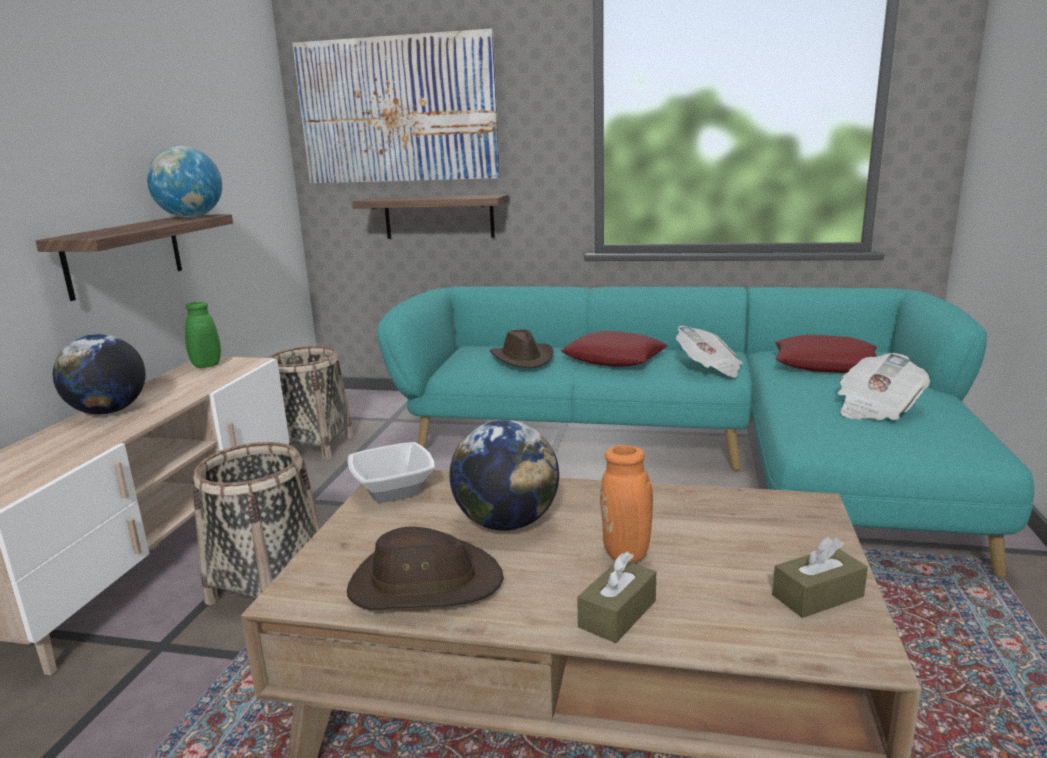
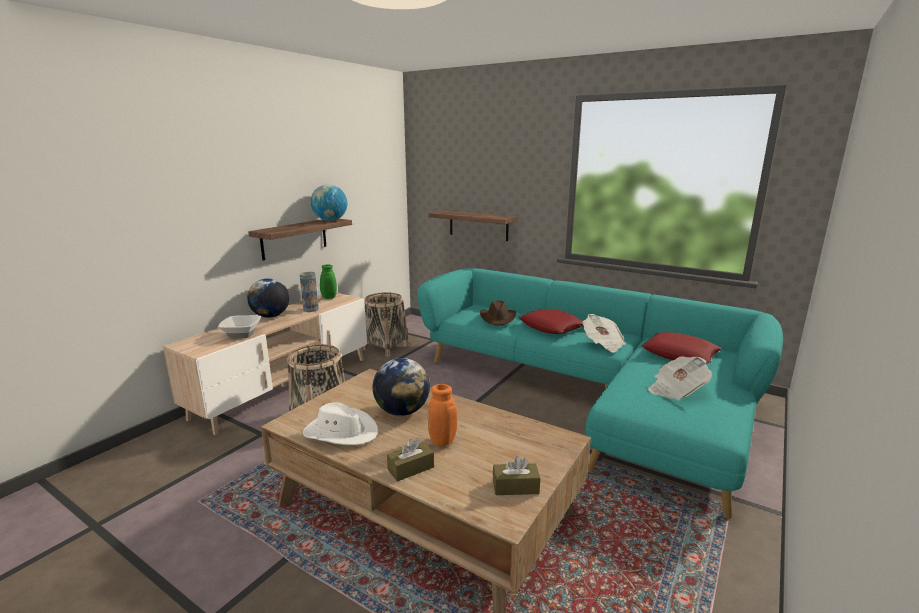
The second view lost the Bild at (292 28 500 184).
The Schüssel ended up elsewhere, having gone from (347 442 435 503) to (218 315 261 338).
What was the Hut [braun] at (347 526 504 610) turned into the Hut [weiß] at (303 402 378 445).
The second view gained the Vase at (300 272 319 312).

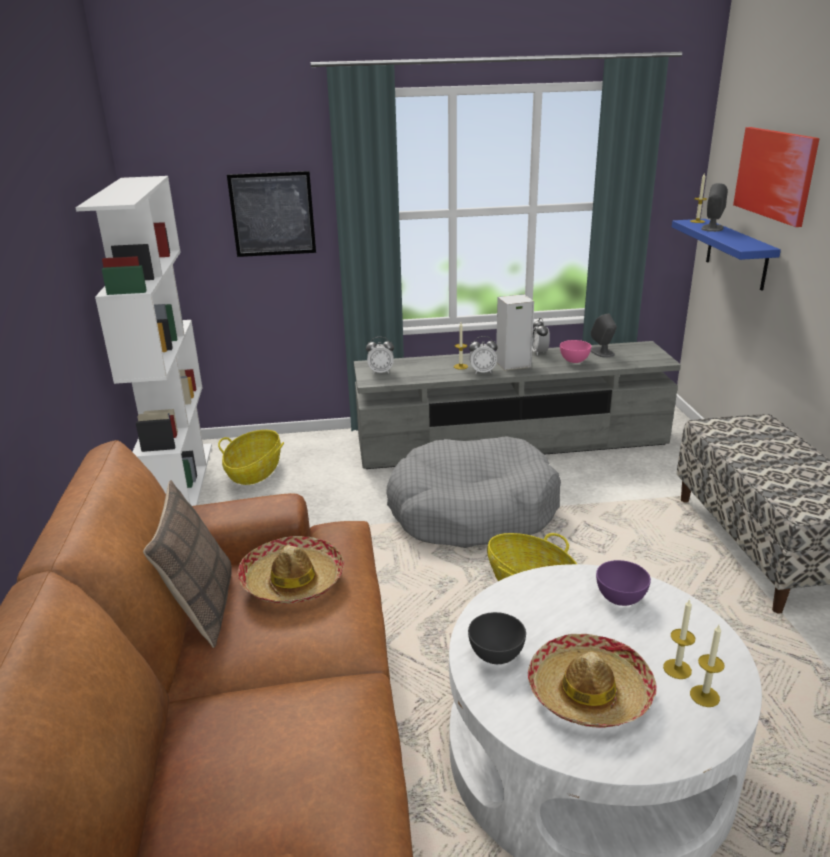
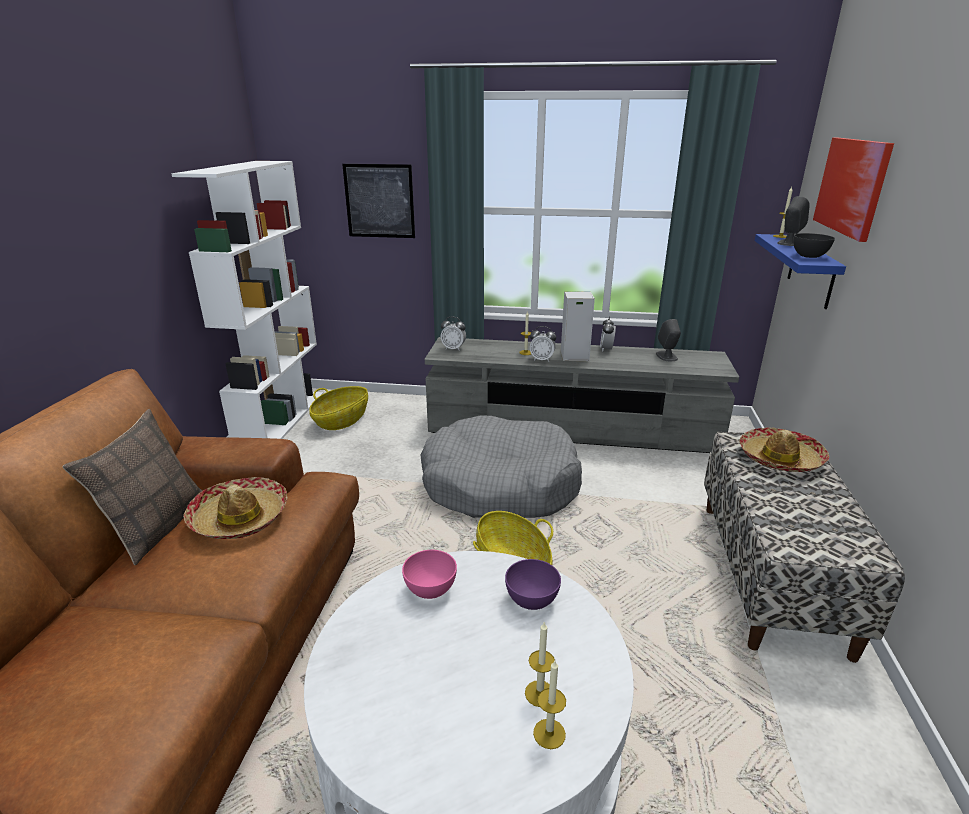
The Schüssel [grau] ended up elsewhere, having gone from (468 612 526 664) to (793 233 835 258).
The Hut ended up elsewhere, having gone from (528 634 656 728) to (740 427 829 472).
The Schüssel [rosa] ended up elsewhere, having gone from (560 340 592 363) to (402 550 457 599).

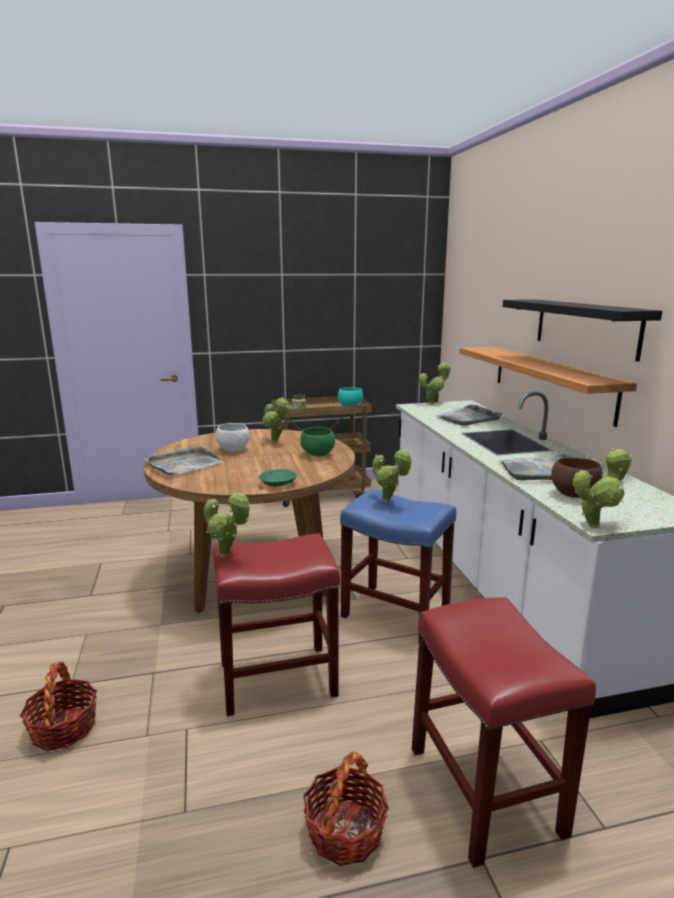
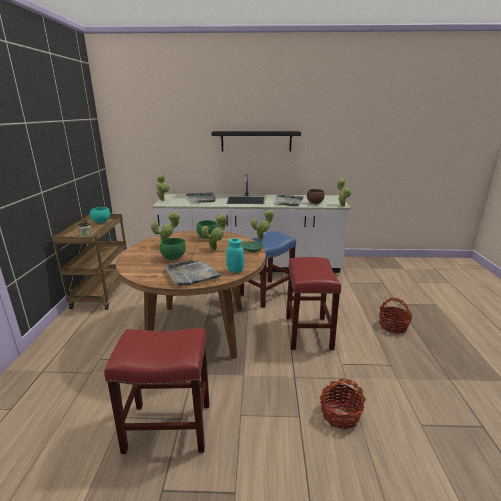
The Topfpflanze ended up elsewhere, having gone from (204 491 251 557) to (201 214 227 251).
What was the Schüssel [weiß] at (216 423 250 451) turned into the Schüssel [grün] at (160 238 186 260).
The Hocker [rot] ended up elsewhere, having gone from (412 597 596 868) to (104 328 209 454).
The second view lost the Wandregal at (459 347 637 427).
The second view gained the Vorratsglas [türkis] at (226 238 244 273).

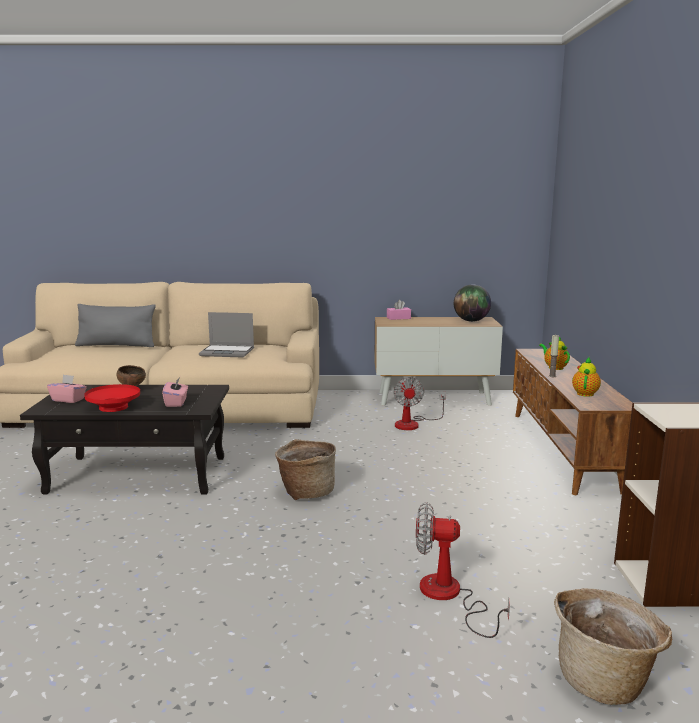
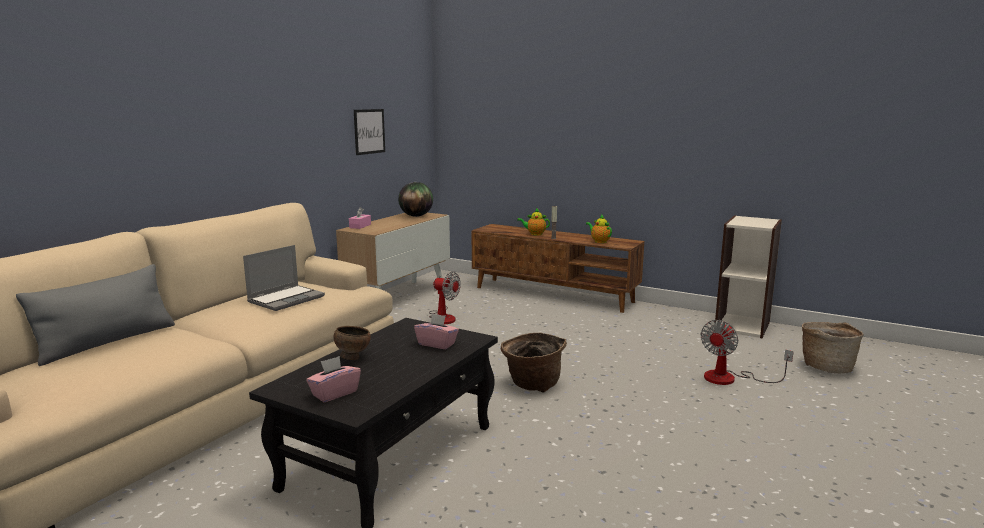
The second view lost the Schüssel [rot] at (84 384 140 412).
The second view gained the Bild at (354 109 385 155).

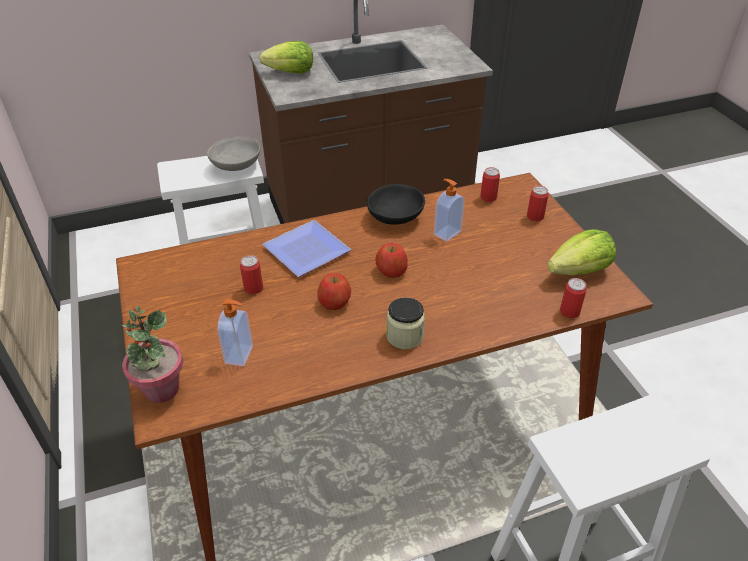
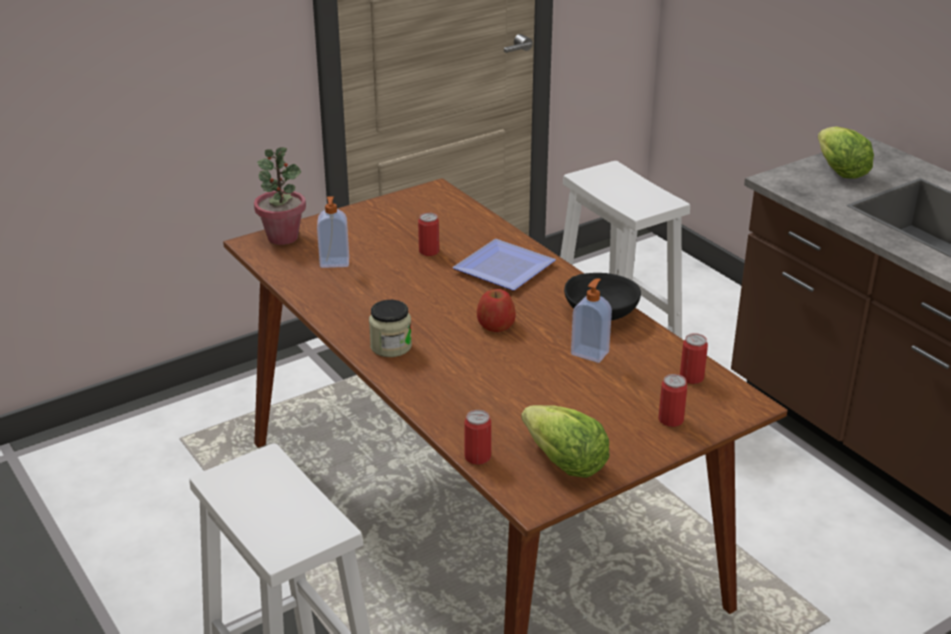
The second view lost the Schüssel [grau] at (207 136 261 171).
The second view lost the Apfel at (317 273 351 310).

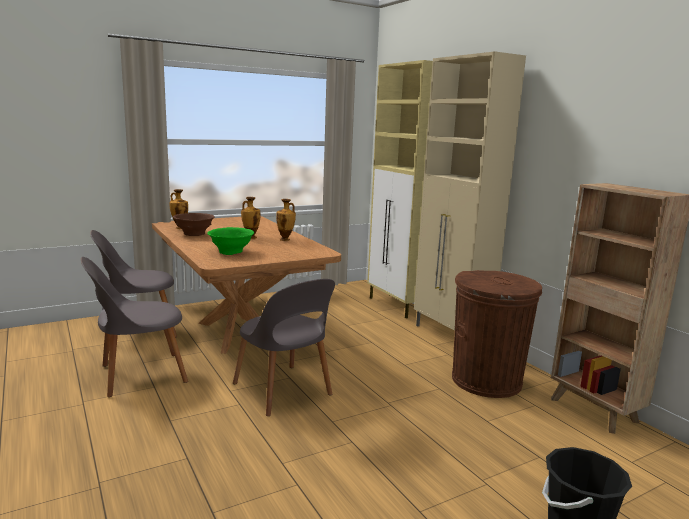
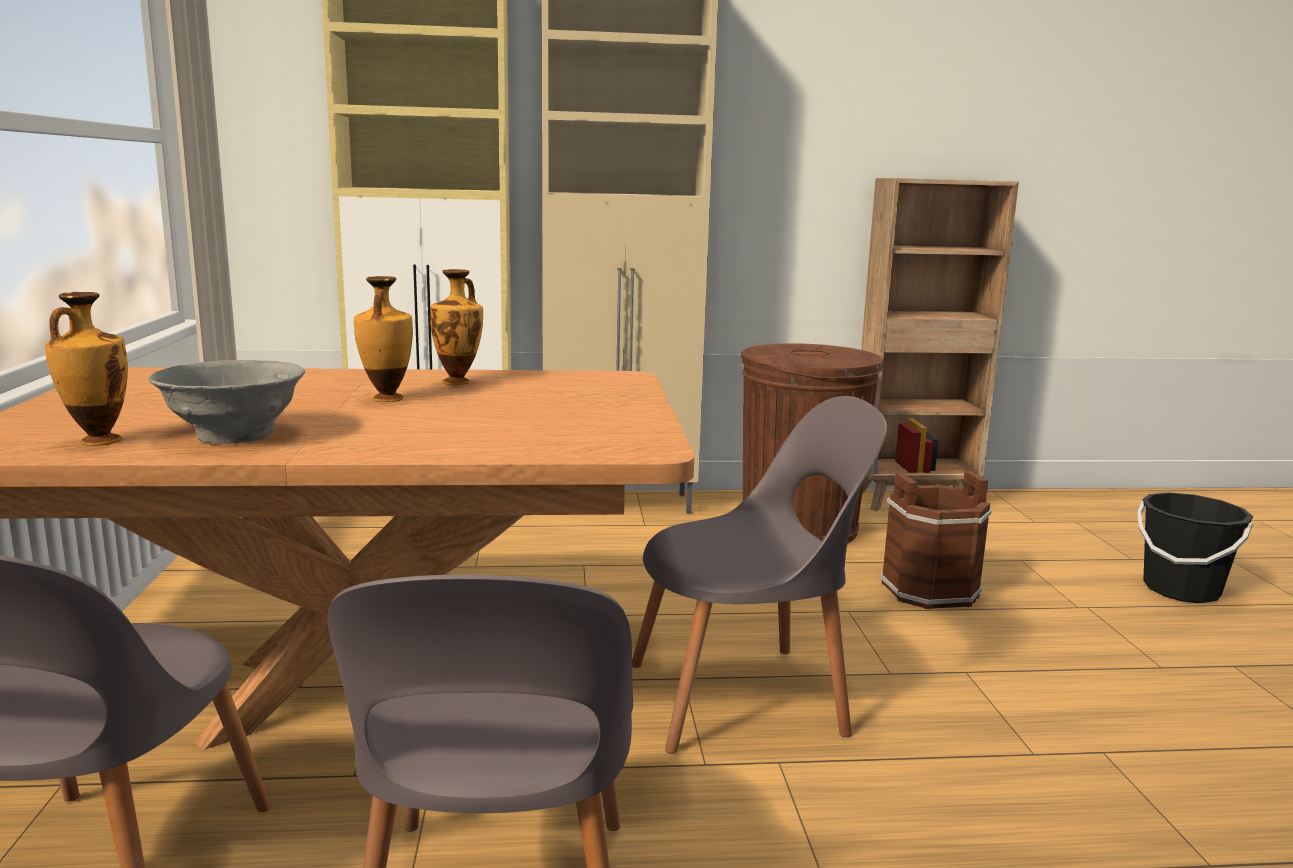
What was the Schüssel [braun] at (173 213 215 236) turned into the Schüssel [grau] at (148 360 305 444).
The second view lost the Schüssel [grün] at (207 227 254 255).
The second view gained the Eimer [braun] at (880 471 992 609).

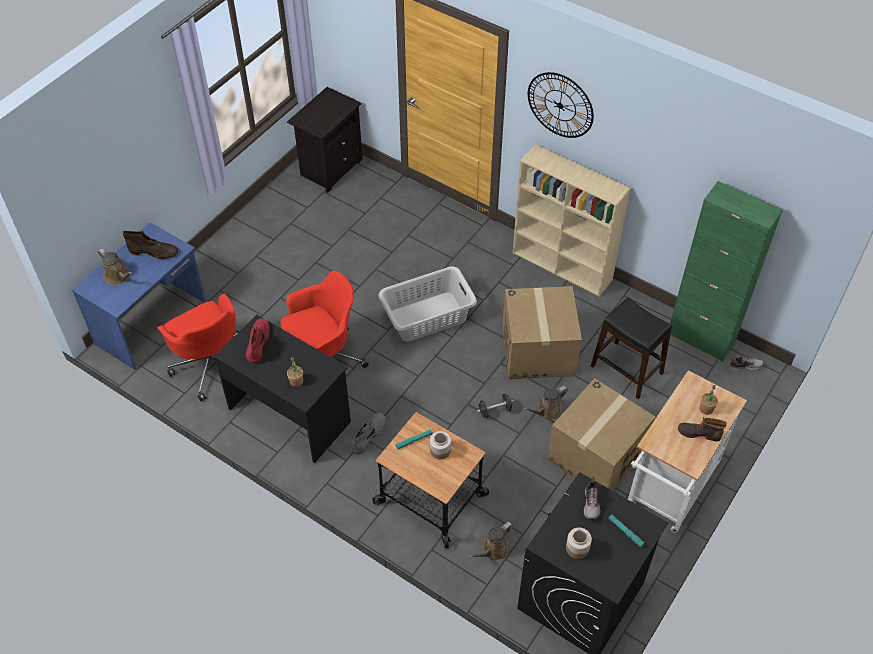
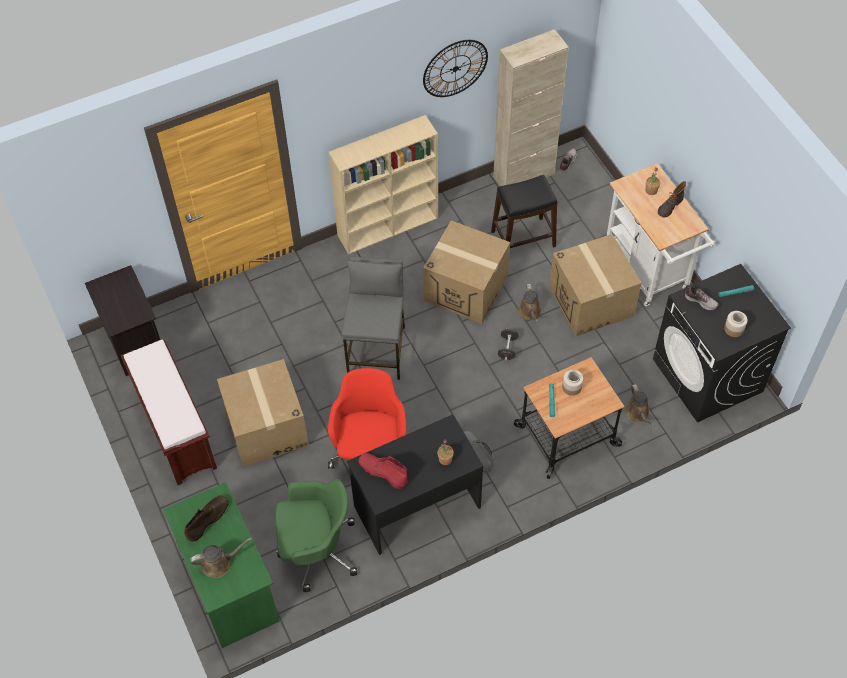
What was the Schreibtisch [blau] at (72 222 207 370) turned into the Schreibtisch [grün] at (163 482 280 648).
What was the Bürostuhl [rot] at (157 294 238 401) turned into the Bürostuhl [grün] at (275 479 357 592).
Where the Wäschekorb [grau] stood at (378 267 477 342), the Hocker [grau] came to stand at (342 256 405 380).
The Wanduhr ended up elsewhere, having gone from (528 72 594 138) to (423 40 488 97).
What was the Schrank [grün] at (670 181 783 362) turned into the Schrank [beige] at (493 29 569 186).
The second view gained the Bank [braun] at (121 340 217 485).
The second view gained the Karton at (217 359 309 466).

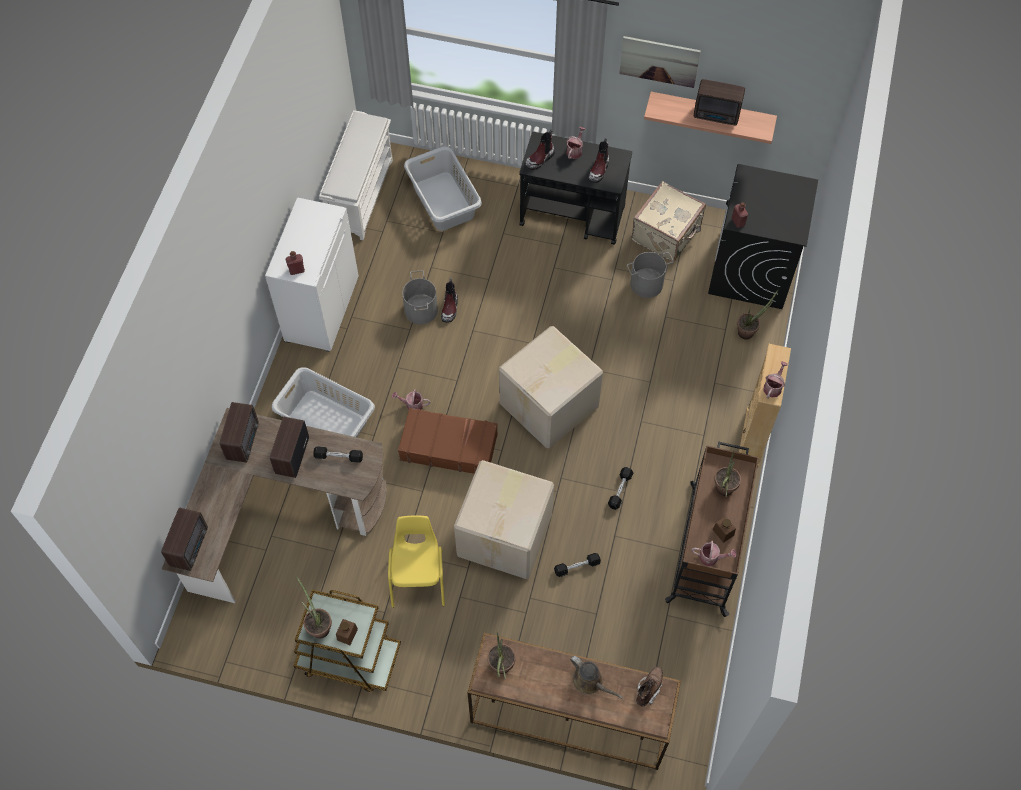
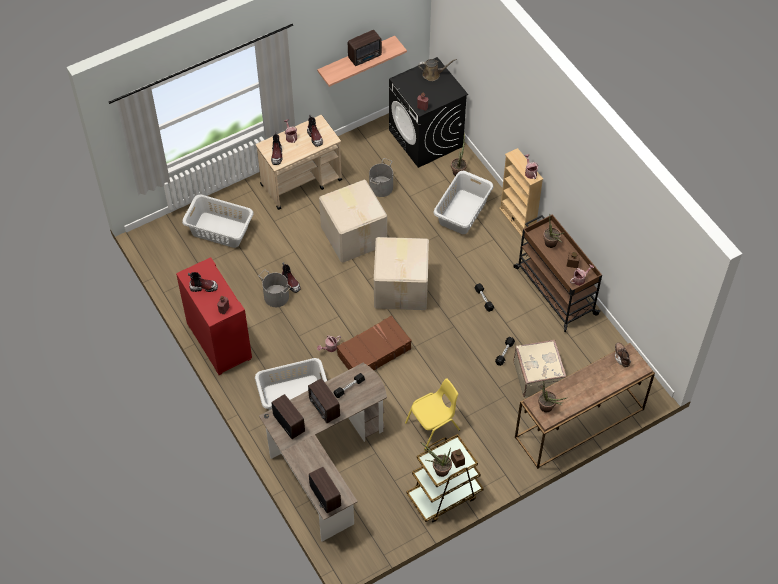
What was the Schrank [weiß] at (265 197 359 352) turned into the Schrank [rot] at (176 258 252 375).
The second view lost the Schuhregal [weiß] at (319 110 393 240).
The Stuhl [gelb] at (388 515 445 608) ended up facing another way, 105 degrees clockwise from before.
The Karton ended up elsewhere, having gone from (454 460 554 579) to (319 180 387 263).
What was the Rollwagen [schwarz] at (519 132 632 245) turned into the Rollwagen [beige] at (256 115 342 210).
The Gießkanne [braun] ended up elsewhere, having gone from (570 655 623 699) to (418 59 457 81).
The second view lost the Bild at (619 36 701 88).
The Koffer [beige] ended up elsewhere, having gone from (631 181 706 262) to (513 340 567 398).
The second view gained the Stiefel at (188 272 218 292).
The second view gained the Wäschekorb [grau] at (433 171 494 234).

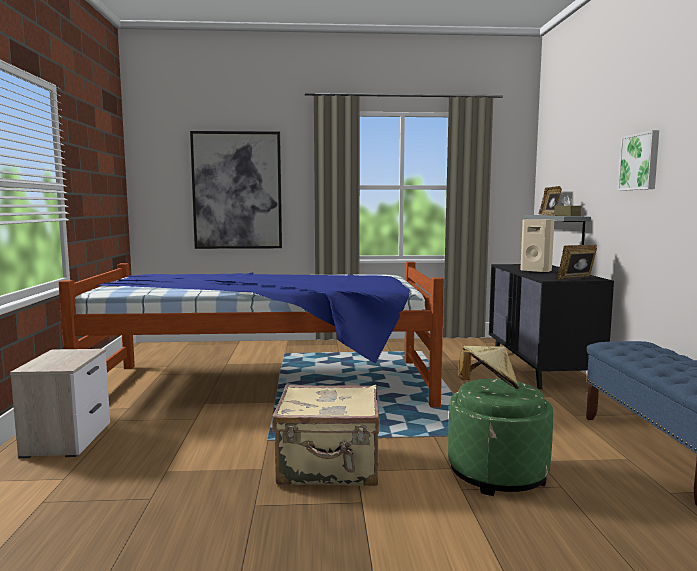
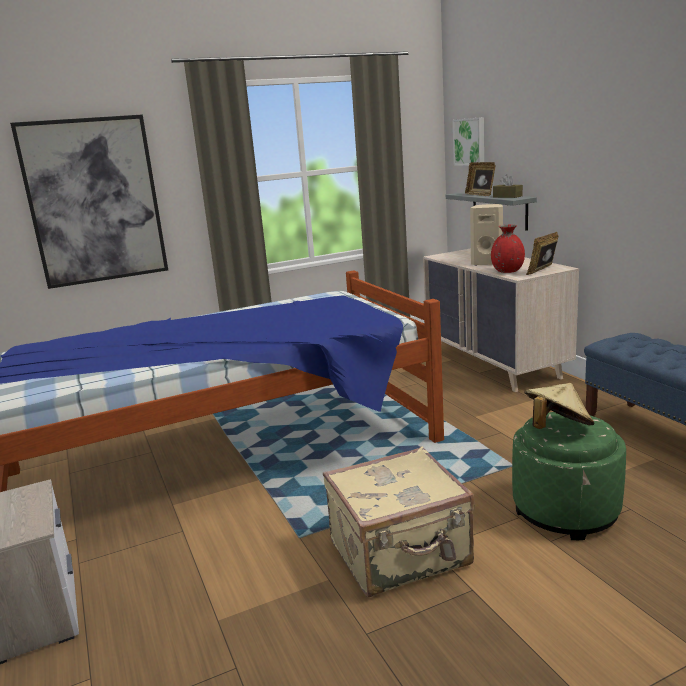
What was the Kommode [schwarz] at (489 264 614 389) turned into the Kommode [beige] at (423 249 579 392).
The Bild ended up elsewhere, having gone from (618 130 659 191) to (453 117 484 166).
The second view gained the Vase [rot] at (491 225 525 273).

